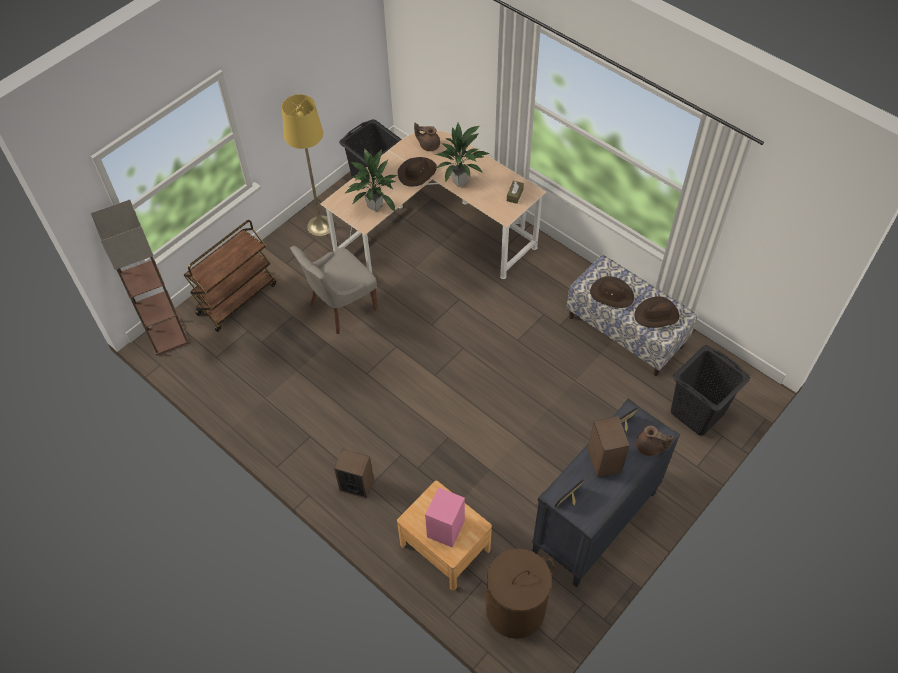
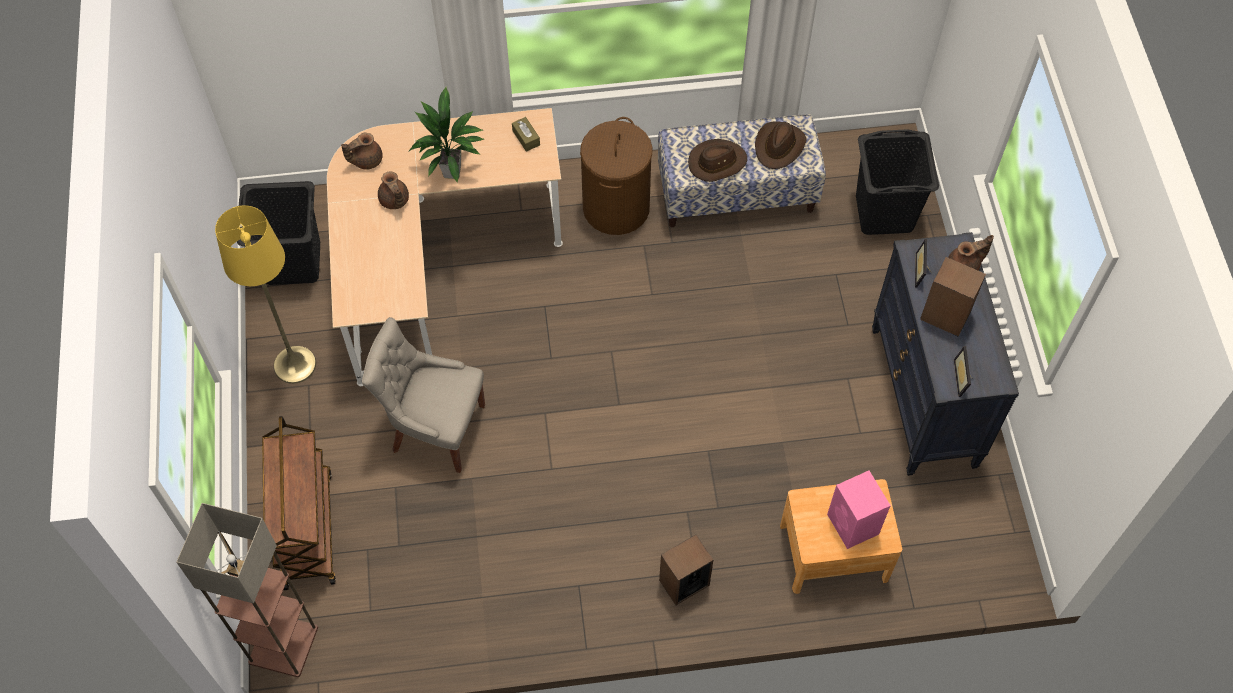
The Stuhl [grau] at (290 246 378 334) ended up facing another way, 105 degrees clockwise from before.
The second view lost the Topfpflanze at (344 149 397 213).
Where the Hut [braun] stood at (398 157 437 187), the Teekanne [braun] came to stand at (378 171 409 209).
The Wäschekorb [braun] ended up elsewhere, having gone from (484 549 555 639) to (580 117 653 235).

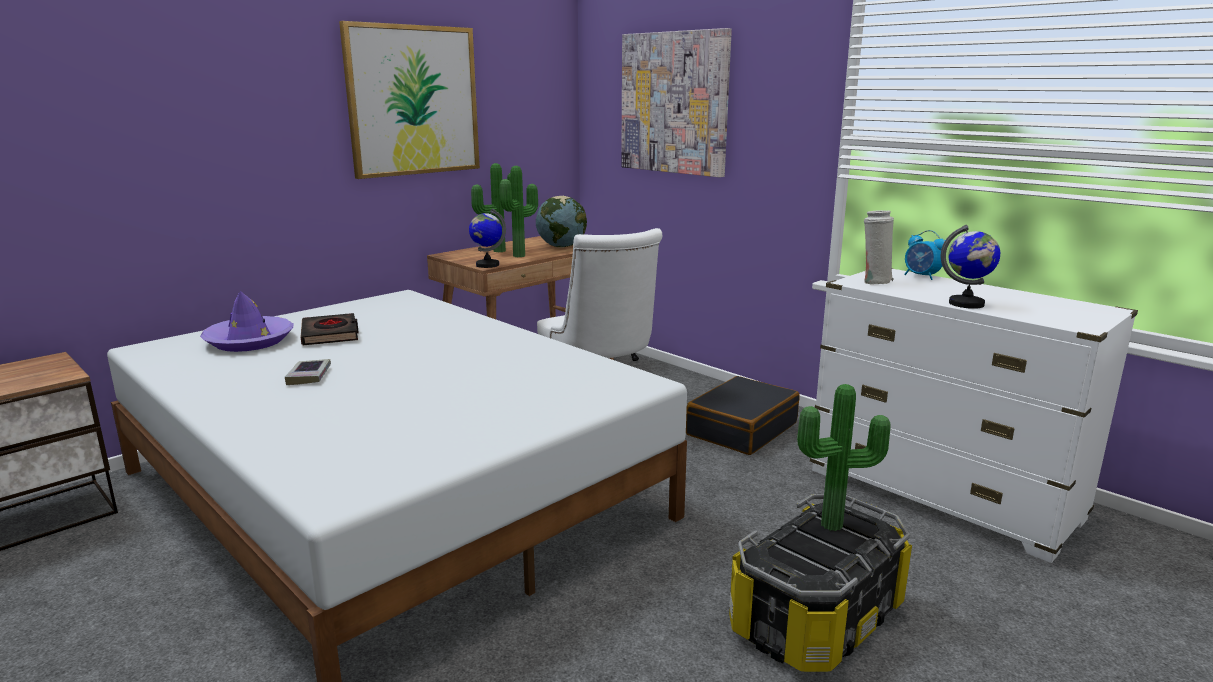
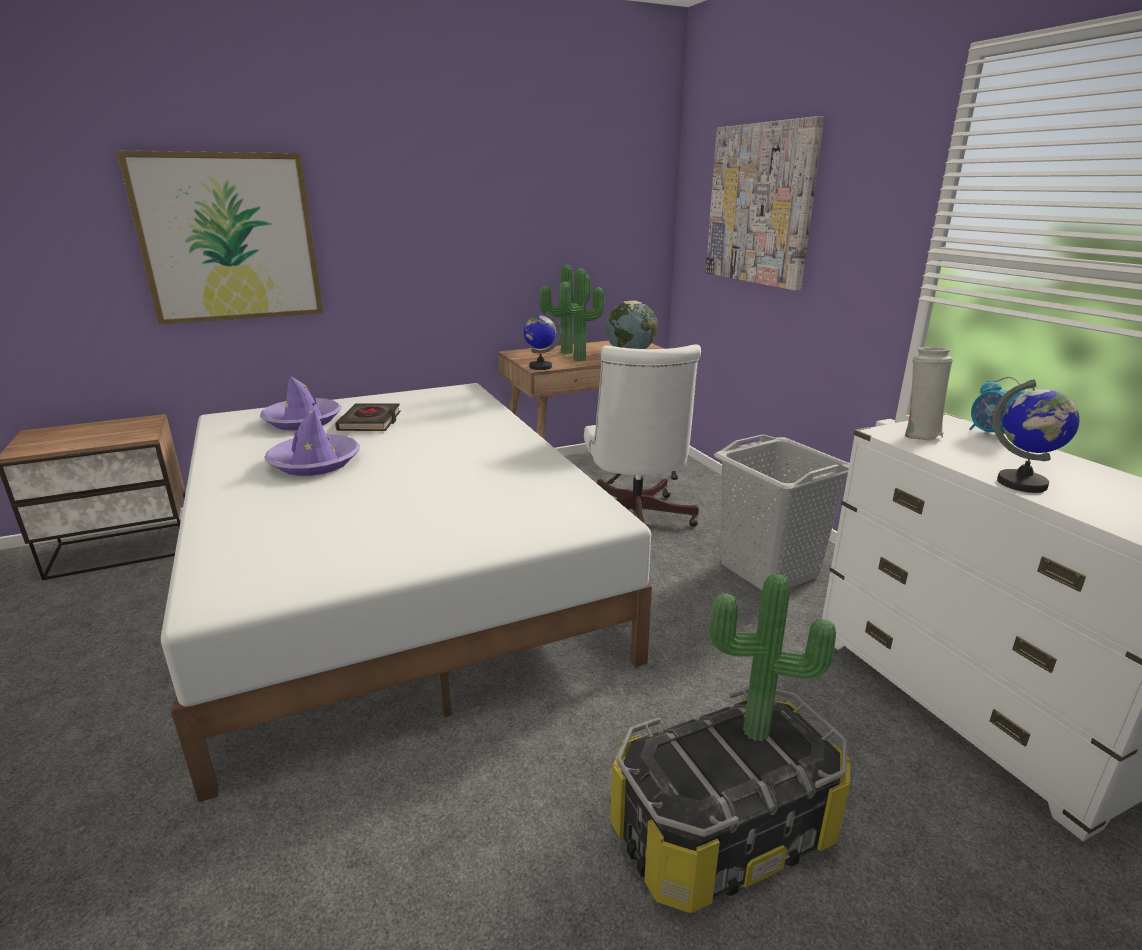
Where the Buch stood at (285 359 331 385), the Hut [lila] came to stand at (264 410 360 476).
The Bild ended up elsewhere, having gone from (339 21 480 179) to (117 150 324 325).
Where the Koffer [schwarz] stood at (686 376 800 455), the Wäschekorb [grau] came to stand at (714 434 850 590).

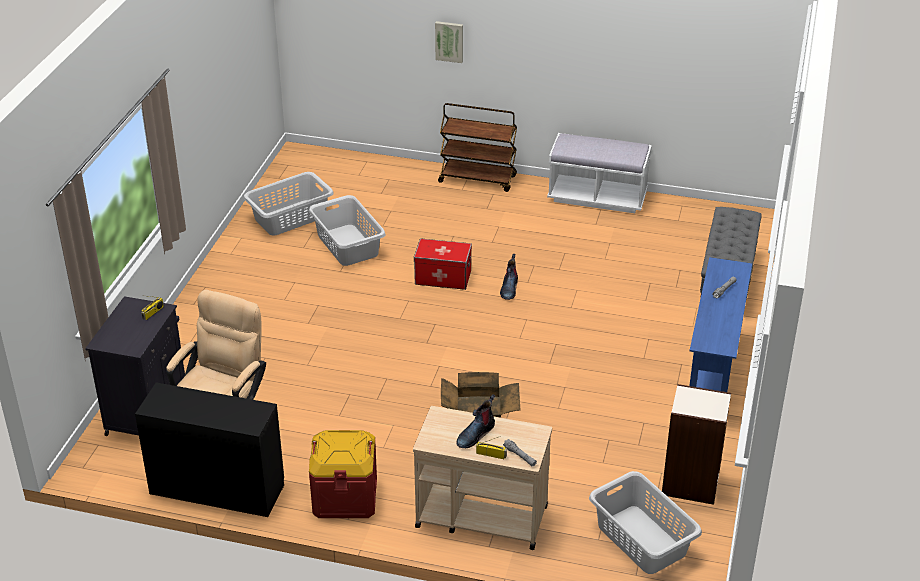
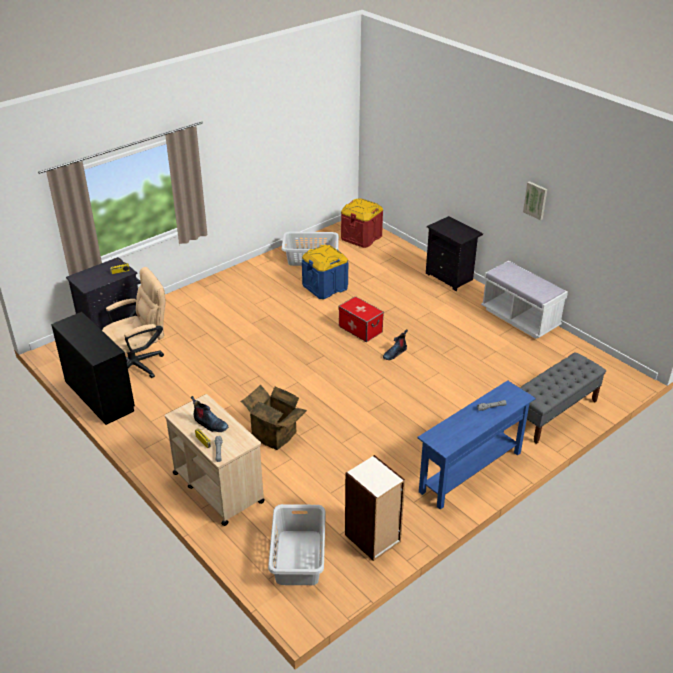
Where the Wäschekorb [grau] stood at (309 195 386 266), the Aufbewahrungsbox [blau] came to stand at (302 245 348 299).
The Aufbewahrungsbox [rot] ended up elsewhere, having gone from (309 430 377 518) to (341 198 383 248).
The Bild ended up elsewhere, having gone from (435 21 463 63) to (523 181 547 220).
Where the Rollwagen [braun] stood at (438 103 517 192), the Nachttisch [schwarz] came to stand at (426 216 483 291).
The Stiefel at (456 394 495 448) ended up facing another way, 135 degrees counterclockwise from before.

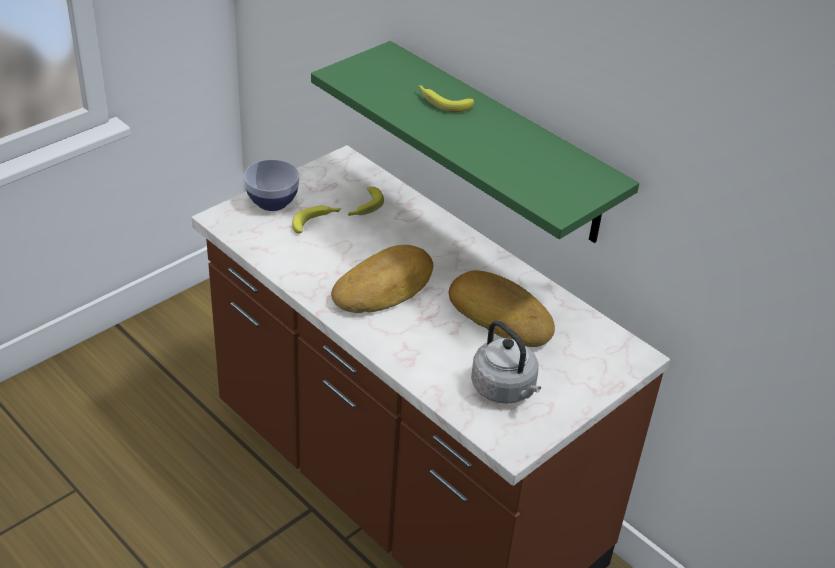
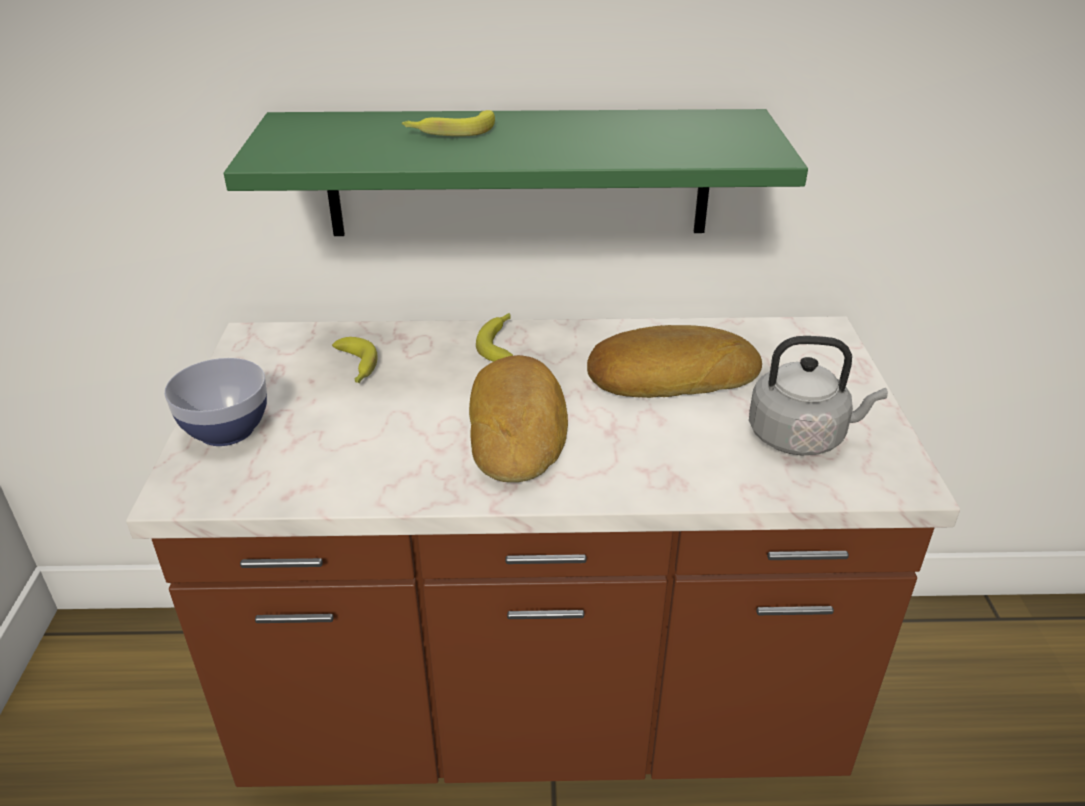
The Banane ended up elsewhere, having gone from (292 206 341 234) to (476 313 513 362).

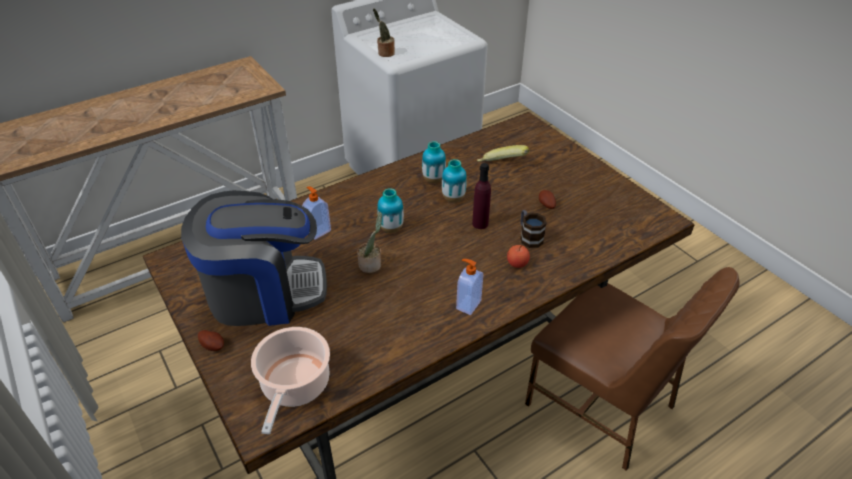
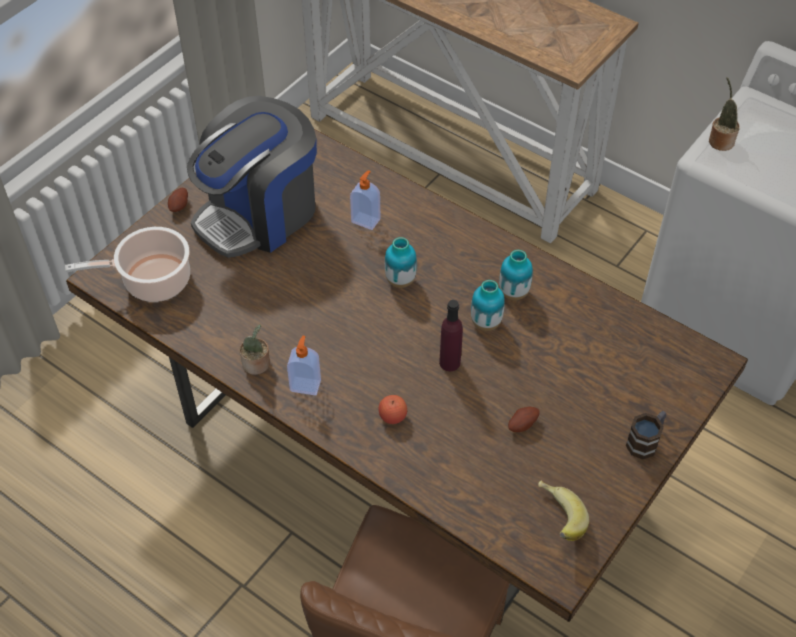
The Kaffeemaschine at (181 191 327 326) ended up facing another way, 75 degrees clockwise from before.
The Topfpflanze ended up elsewhere, having gone from (357 212 382 273) to (240 324 270 375).
The Banane ended up elsewhere, having gone from (477 145 529 162) to (538 480 589 541).
The Henkelbecher ended up elsewhere, having gone from (520 210 547 248) to (625 411 666 459).

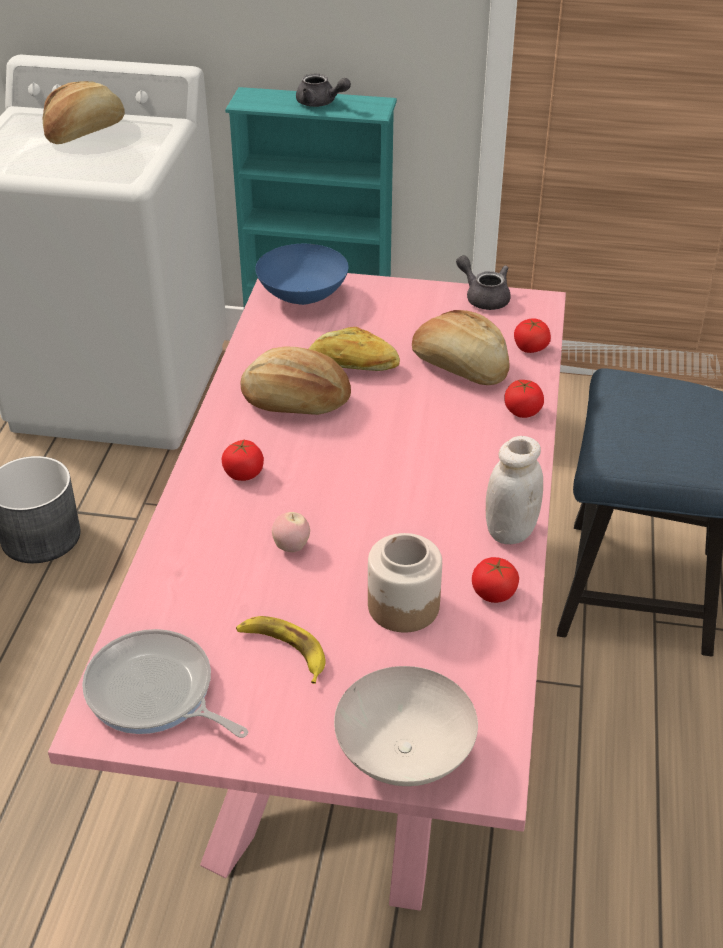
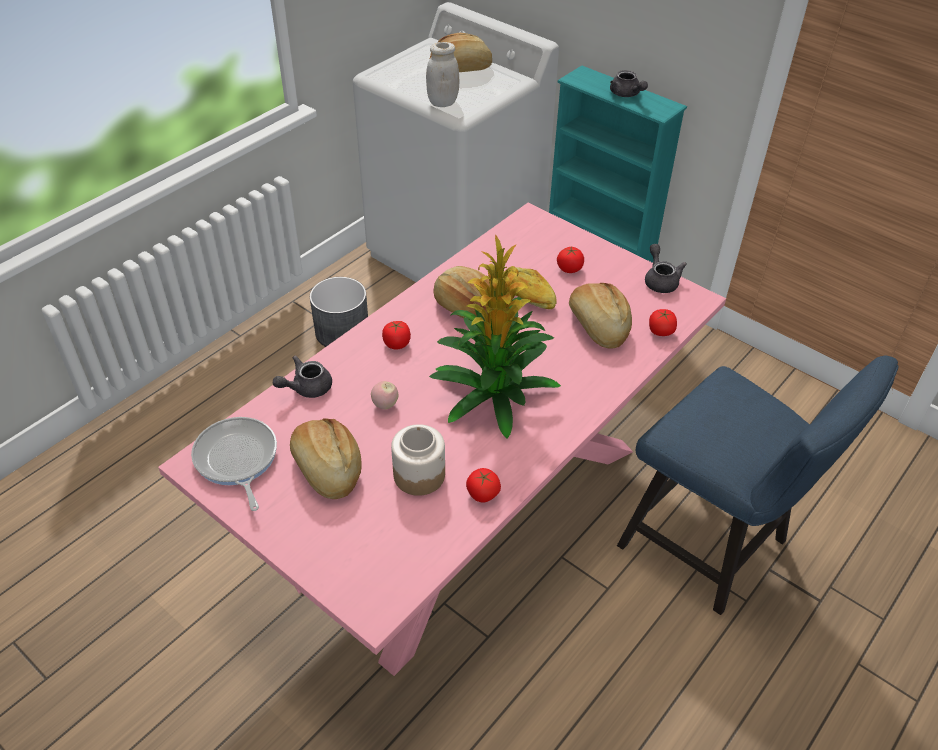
Where the Banane stood at (236 616 326 684), the Brot came to stand at (290 418 361 499).
The second view lost the Schüssel [blau] at (255 244 348 305).
The second view lost the Schüssel [weiß] at (334 666 478 786).
The Vorratsglas [weiß] ended up elsewhere, having gone from (486 436 543 544) to (426 42 459 107).
The Tomate ended up elsewhere, having gone from (504 380 544 418) to (557 247 584 273).
The second view gained the Teekanne [grau] at (273 356 332 398).
The second view gained the Topfpflanze at (429 234 561 438).

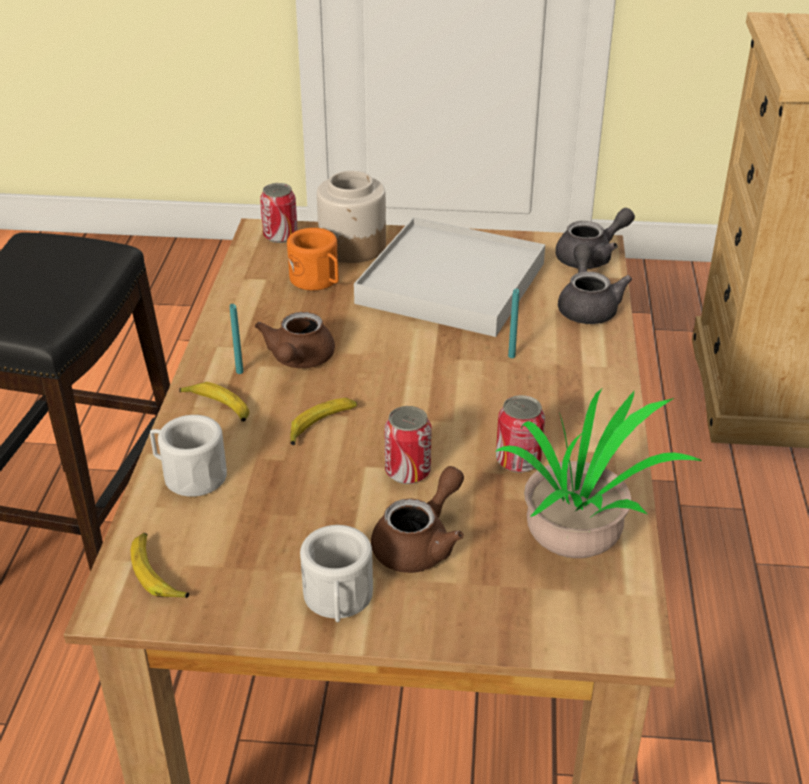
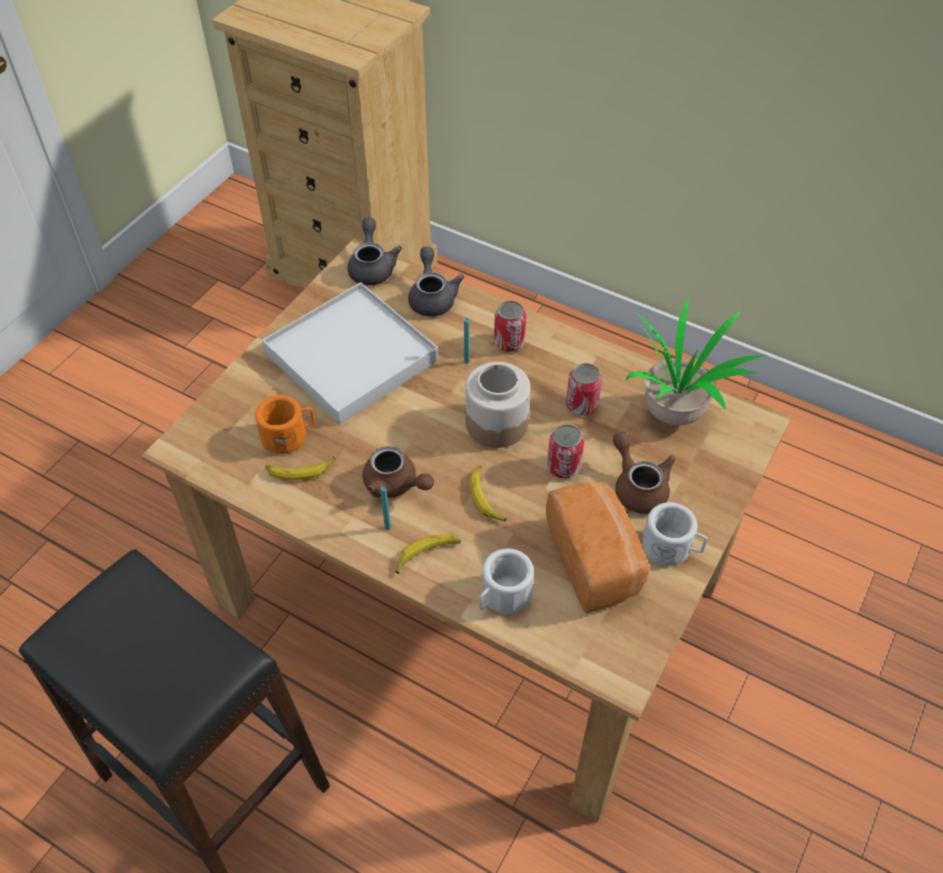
The Banane ended up elsewhere, having gone from (131 533 189 598) to (265 457 335 480).
The Dose ended up elsewhere, having gone from (260 183 298 243) to (494 301 526 352).
The Vorratsglas ended up elsewhere, having gone from (317 171 386 263) to (465 362 531 448).
The Teekanne [grau] at (558 244 632 324) ended up facing another way, 60 degrees clockwise from before.
The second view gained the Brot at (546 482 649 613).

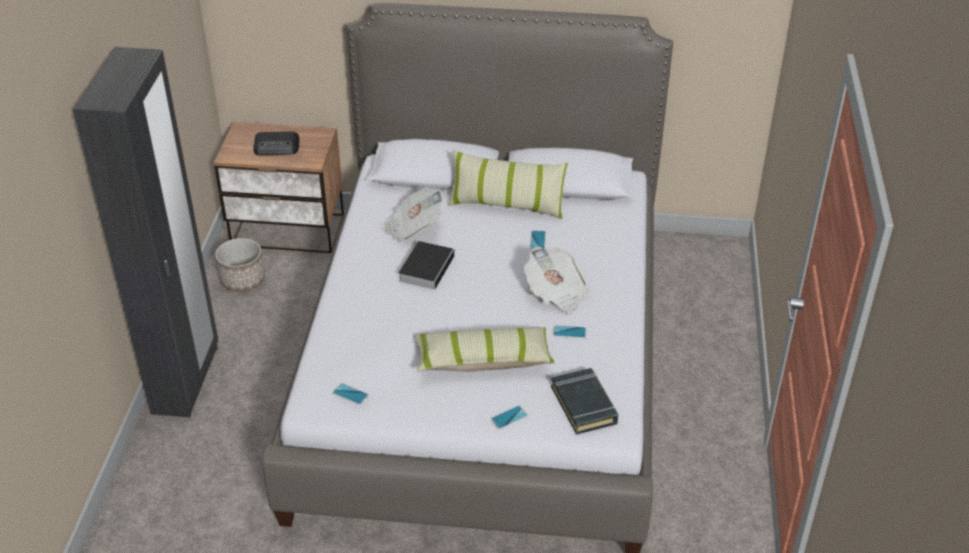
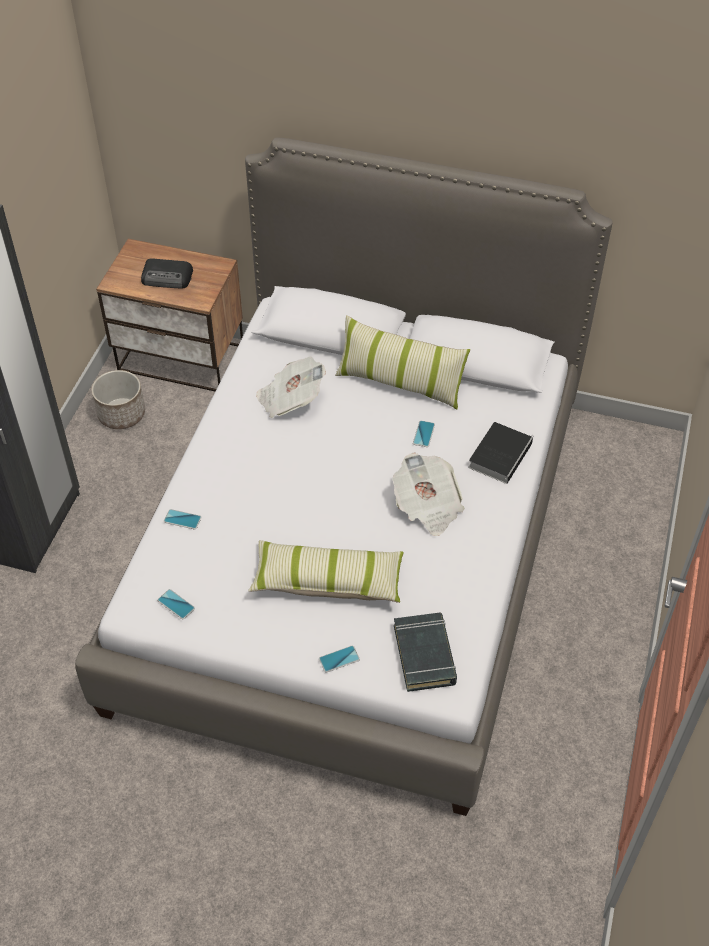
The Buch ended up elsewhere, having gone from (399 241 454 289) to (468 422 534 484).
The Handy ended up elsewhere, having gone from (554 325 586 339) to (164 509 202 529).

